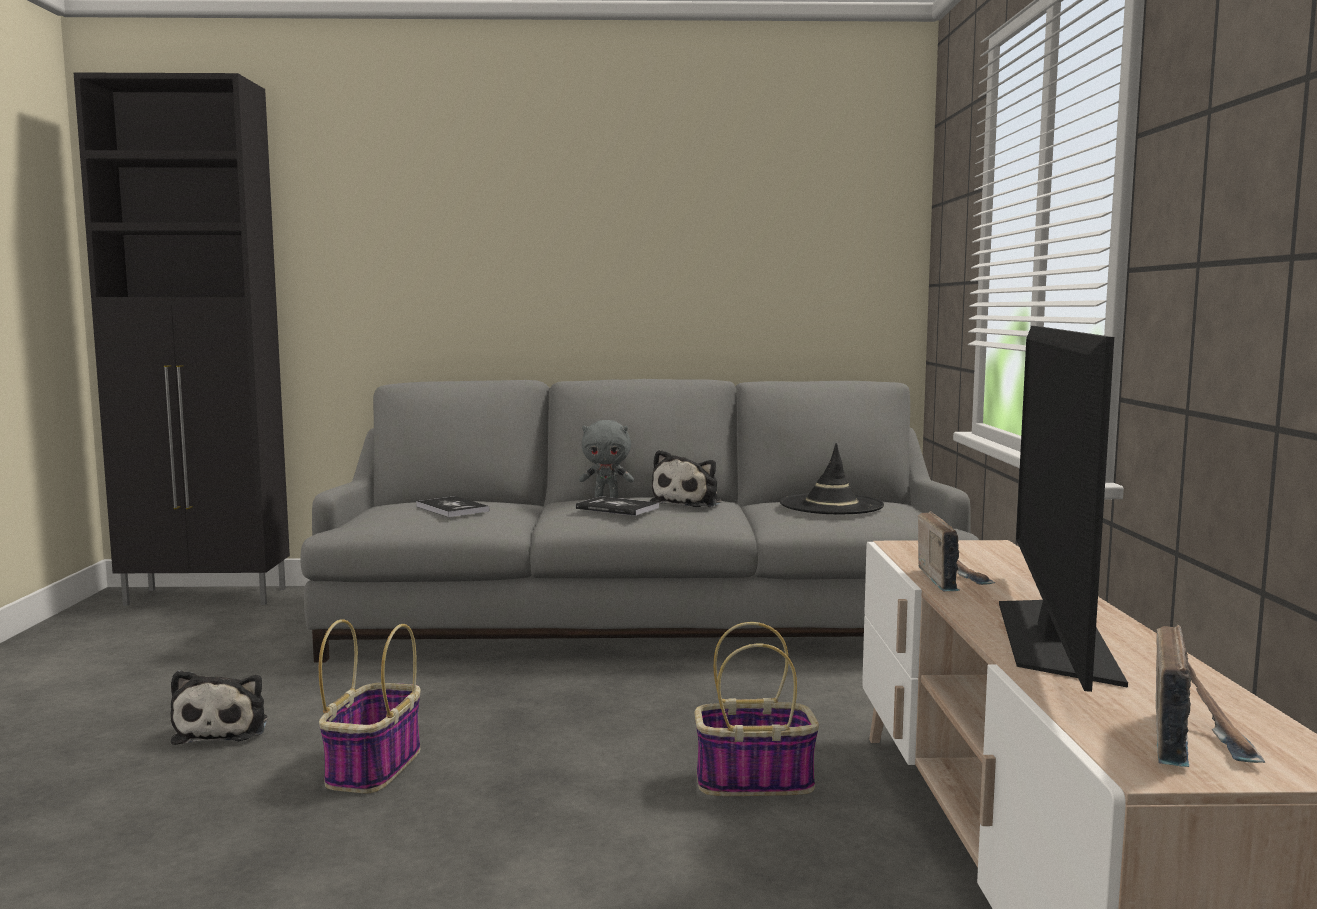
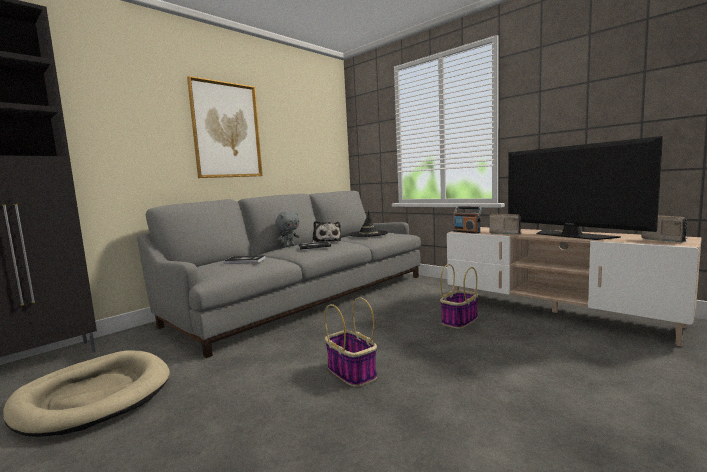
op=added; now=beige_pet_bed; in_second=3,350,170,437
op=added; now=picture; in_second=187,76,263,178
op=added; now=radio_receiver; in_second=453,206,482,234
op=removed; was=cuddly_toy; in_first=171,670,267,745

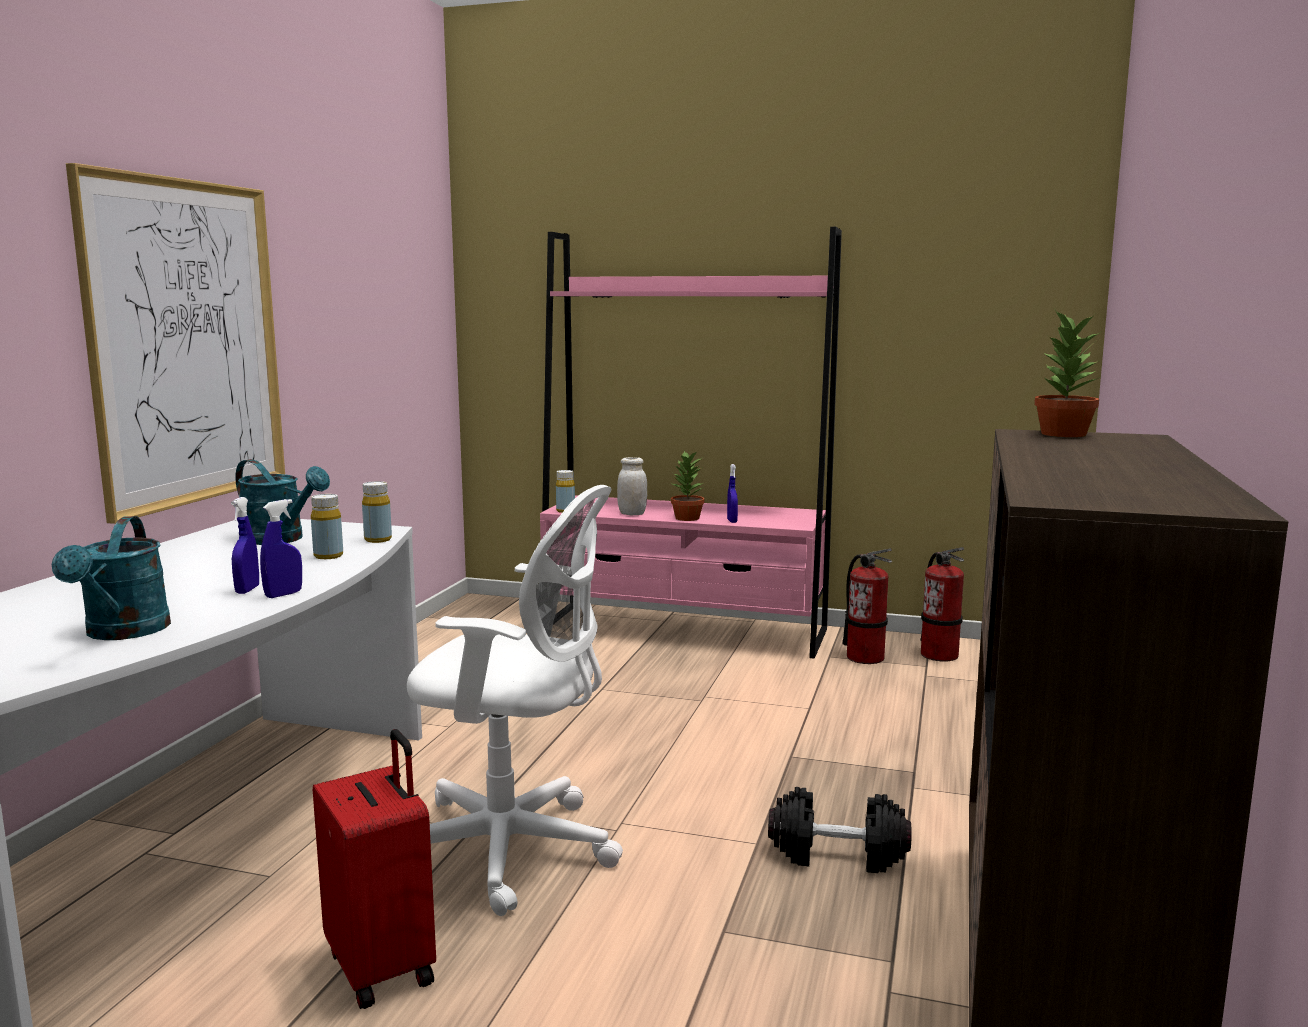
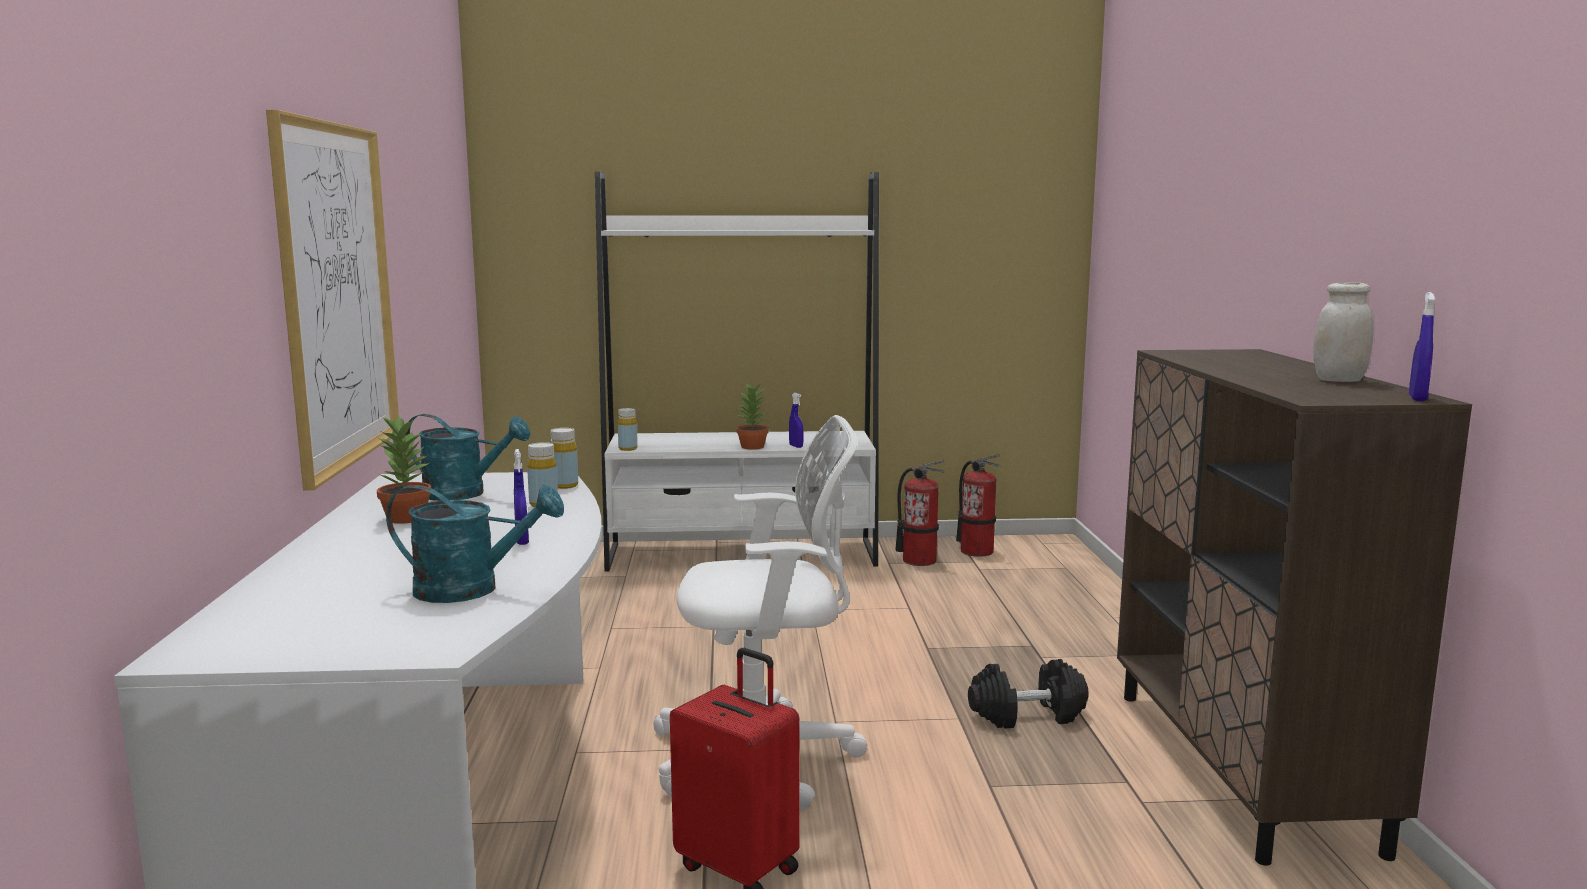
op=moved; was=houseplant; in_first=1034,310,1102,437; in_second=377,416,431,524
op=turned; was=turquoise-coloured_watering_pot; in_first=52,516,171,640; in_second=386,485,564,603; clockwise=-60
op=recoloured; was=pink-coloured_bookcase; now=whitish_bookcase; in_first=540,227,842,659; in_second=595,171,879,572
op=moved; was=whitish_storage_jar; in_first=617,457,647,515; in_second=1313,283,1374,382
op=moved; was=bluish_spray_bottle; in_first=260,499,302,598; in_second=1409,292,1435,401

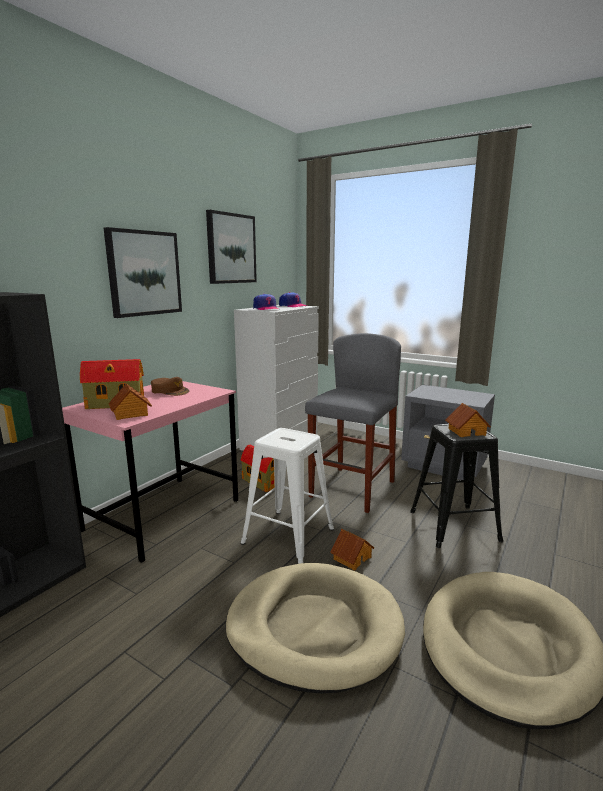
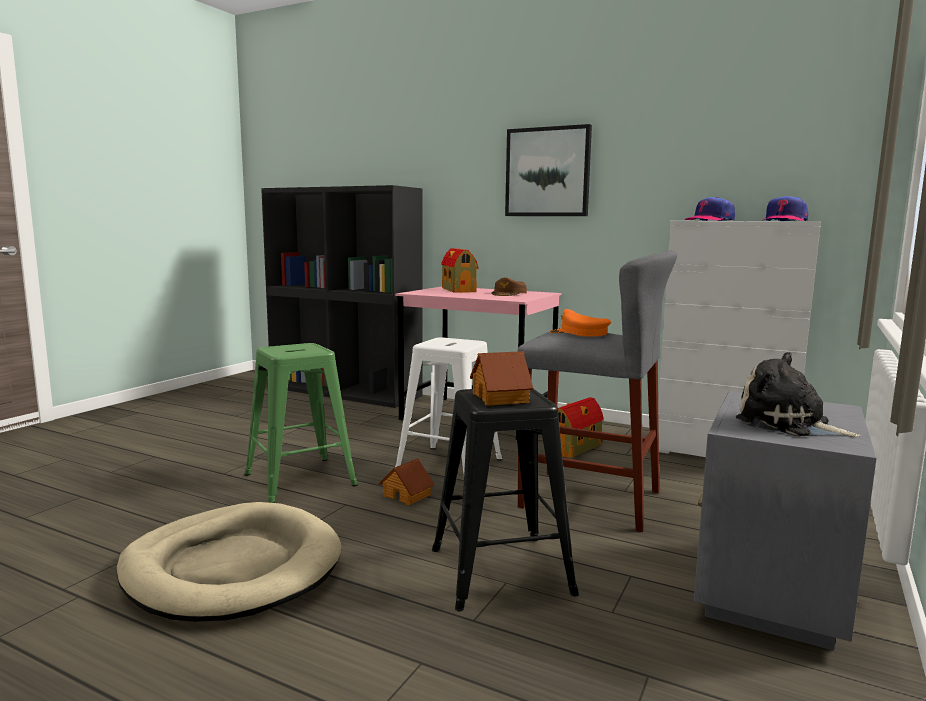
op=replaced; was=beige_pet_bed; now=green_sitting_stool; in_first=225,563,405,693; in_second=244,343,358,503
op=added; now=orange-coloured_peaked_cap; in_second=549,309,612,337
op=added; now=cuddly_toy; in_second=736,352,861,437
op=removed; was=model_house; in_first=109,383,152,420
op=removed; was=picture; in_first=206,210,257,284

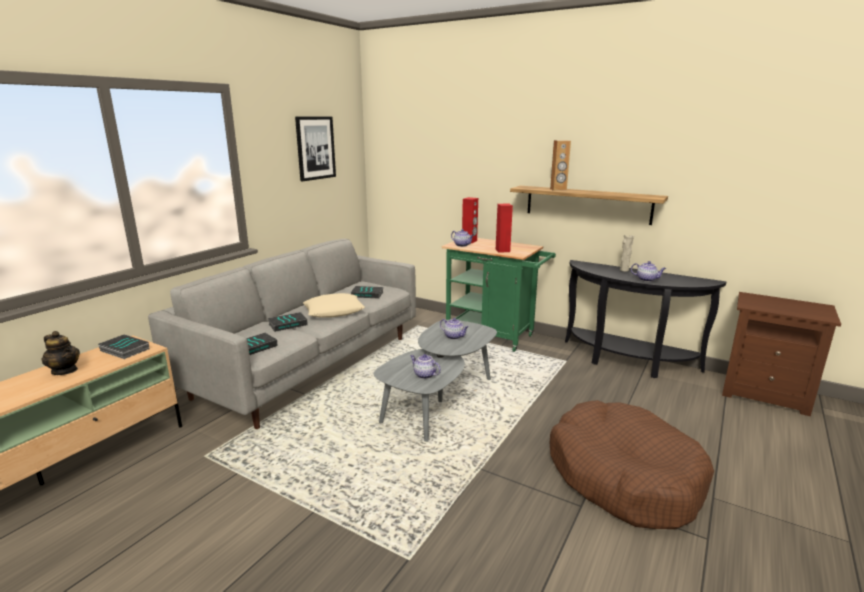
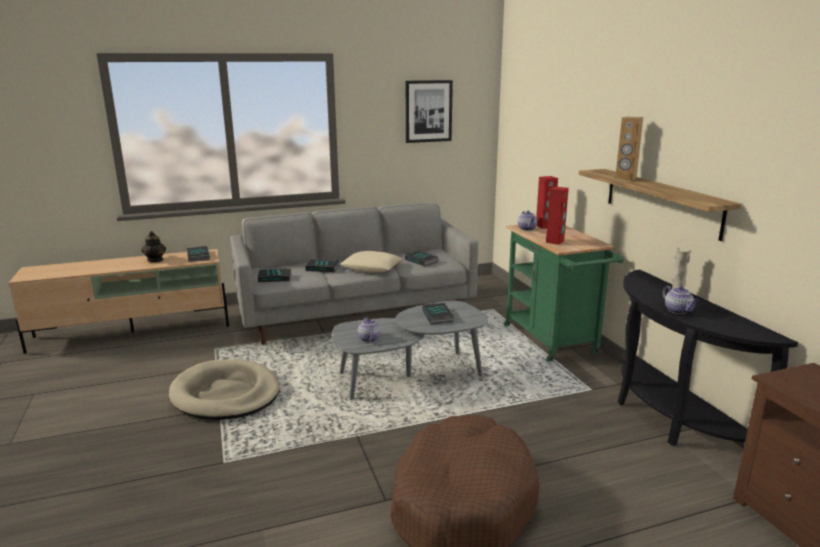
op=added; now=beige_pet_bed; in_second=169,359,280,420
op=replaced; was=teapot; now=book; in_first=440,318,469,339; in_second=422,303,454,324

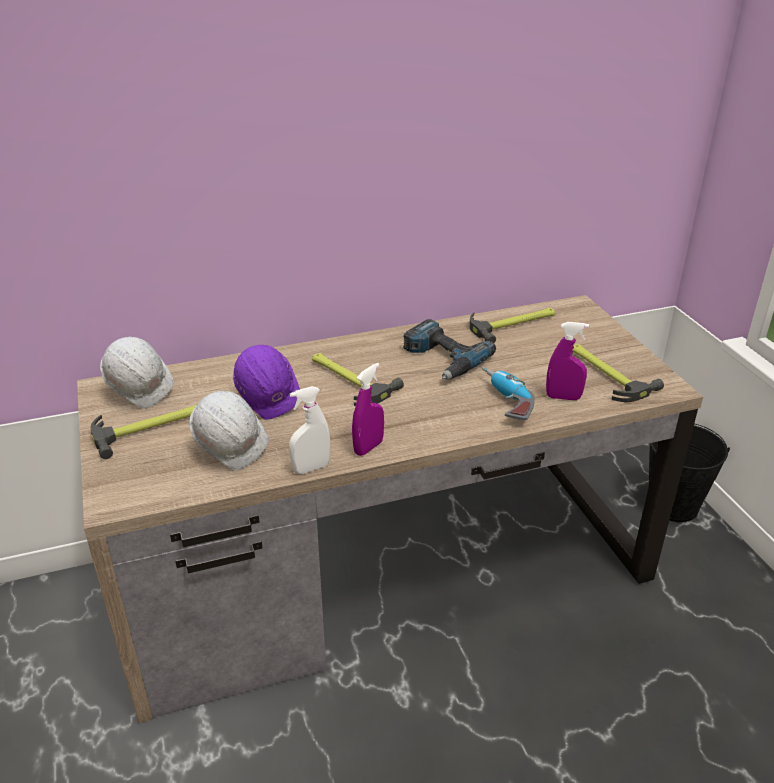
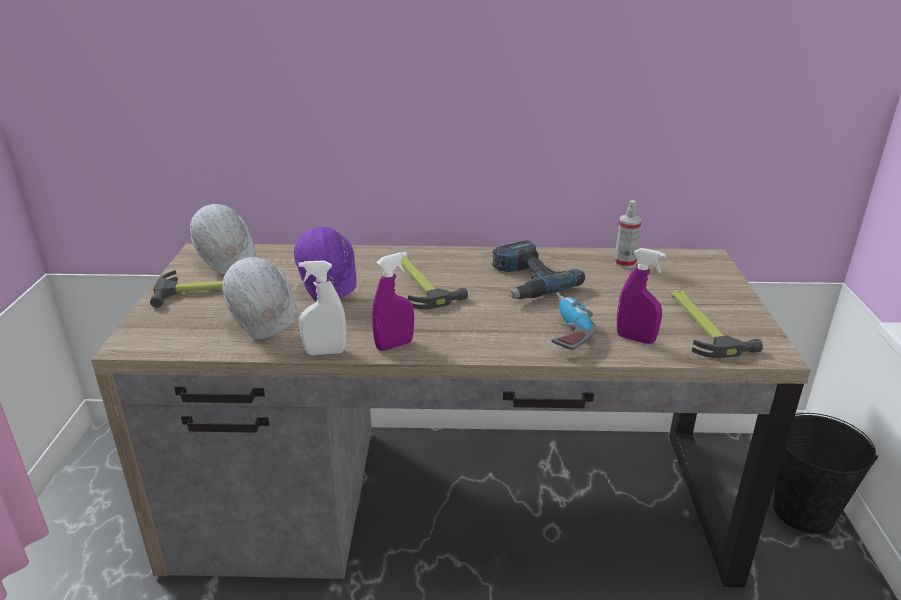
op=replaced; was=hammer; now=spray_bottle; in_first=469,308,555,343; in_second=614,200,642,268

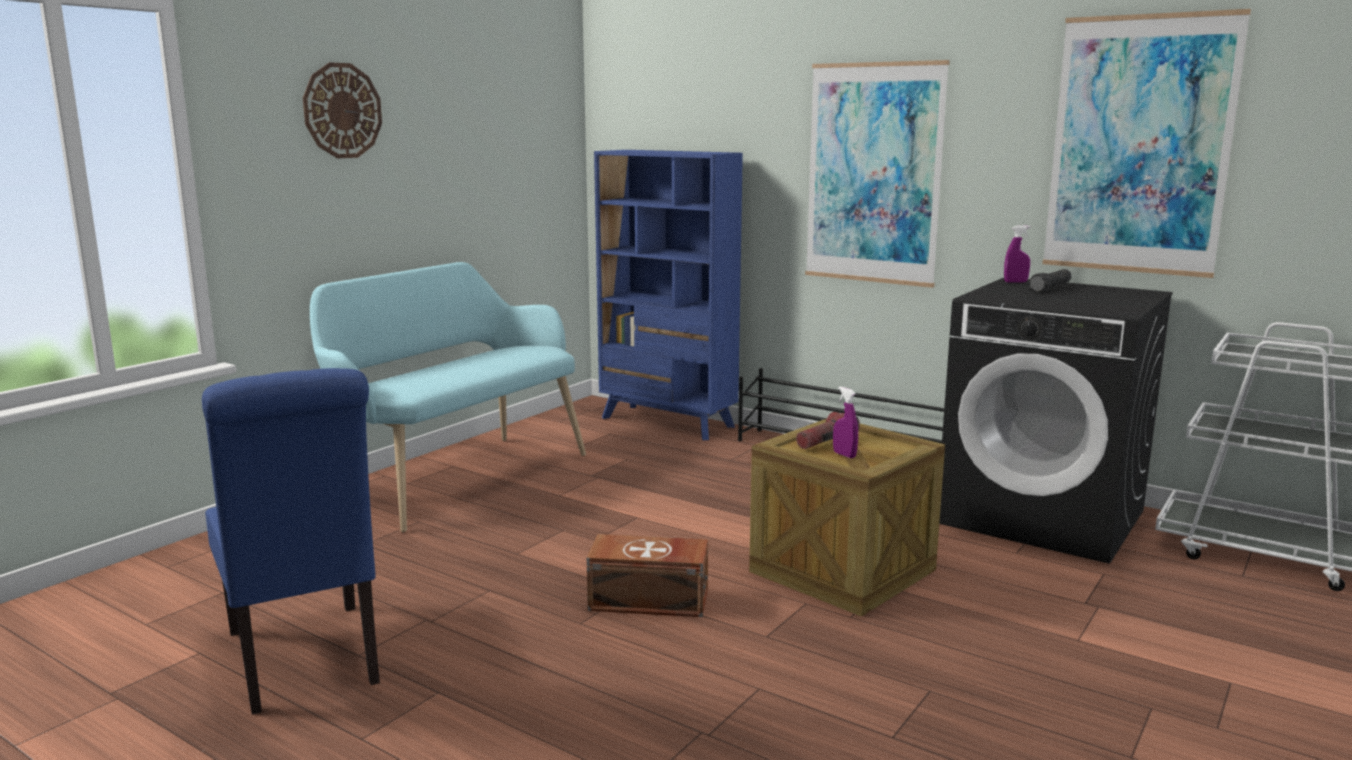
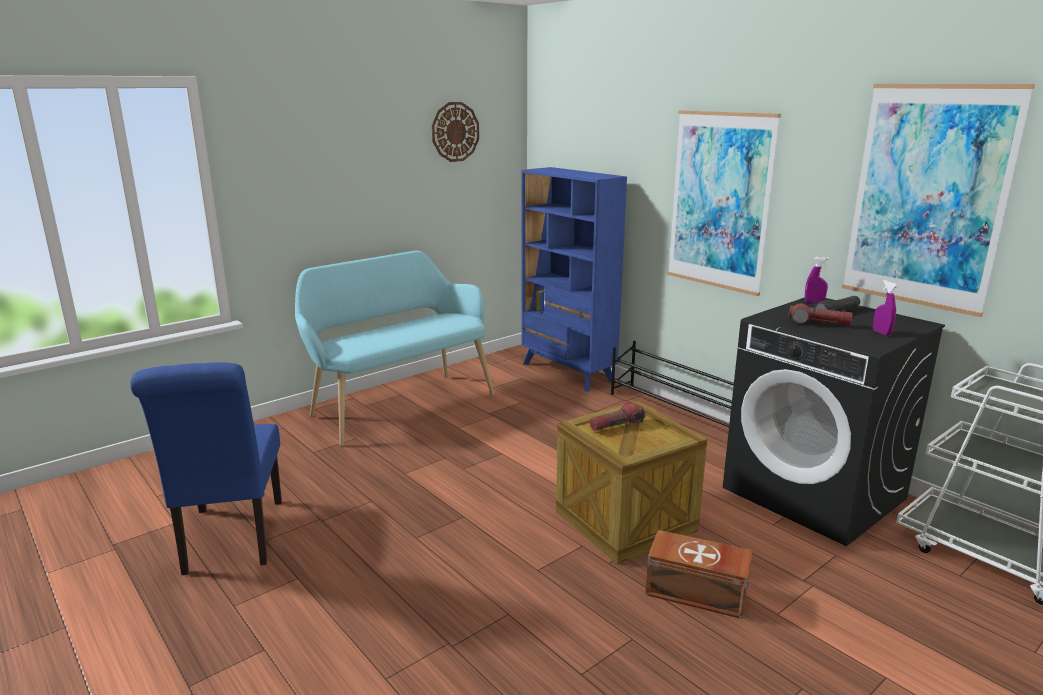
op=moved; was=wall_clock; in_first=303,62,382,158; in_second=432,102,479,162
op=moved; was=brown_storage_bin; in_first=587,534,708,617; in_second=645,530,752,619
op=added; now=flashlight; in_second=789,302,853,326
op=moved; was=purplish_spray_bottle; in_first=833,386,858,458; in_second=873,280,897,336

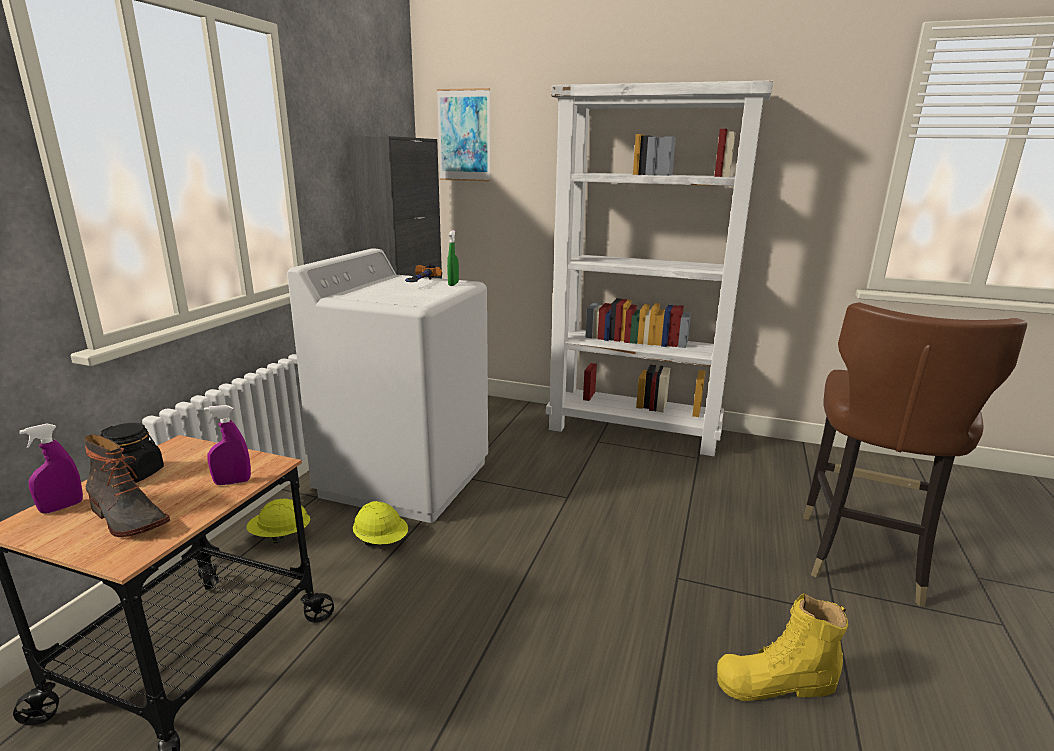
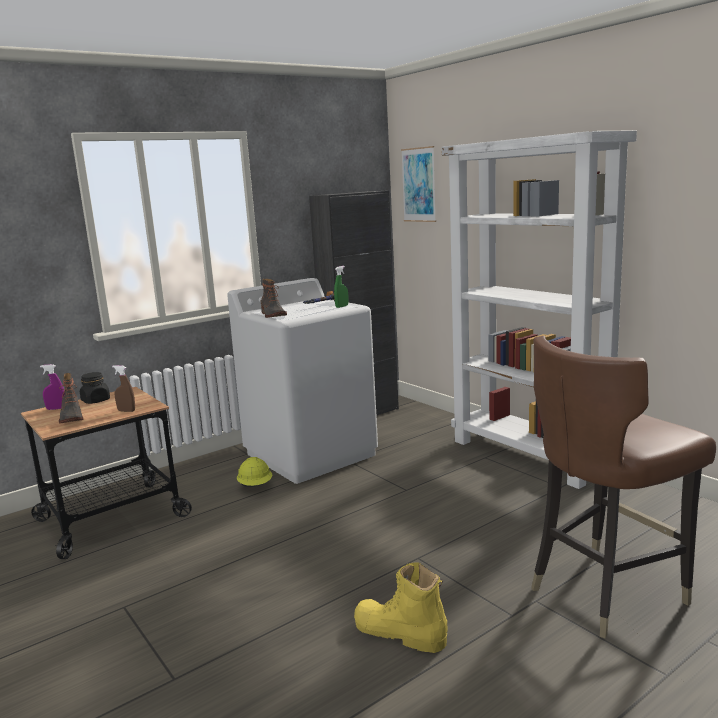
op=recoloured; was=purplish_spray_bottle; now=brown_spray_bottle; in_first=204,405,251,485; in_second=112,365,135,412
op=added; now=tall_boot; in_second=261,279,287,318
op=removed; was=yellow-coloured_safety_helmet; in_first=246,499,310,543

